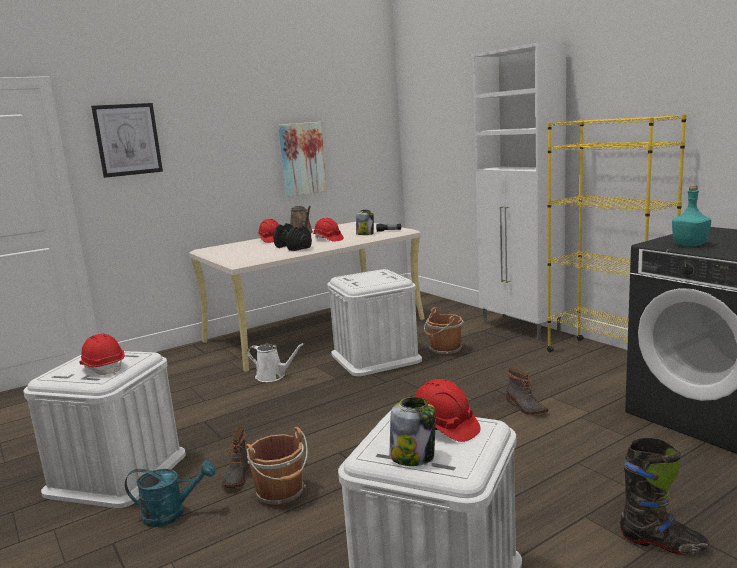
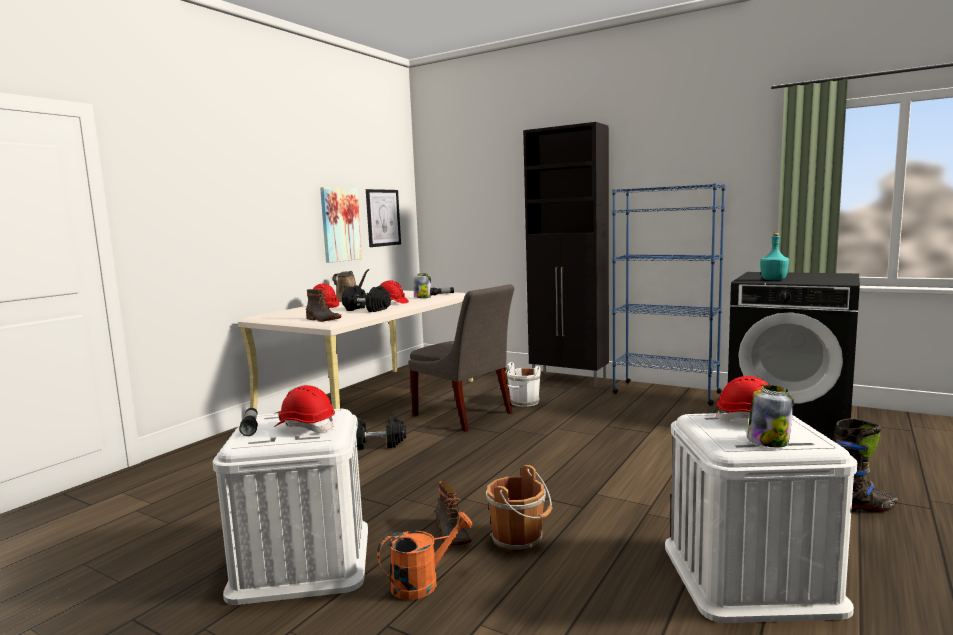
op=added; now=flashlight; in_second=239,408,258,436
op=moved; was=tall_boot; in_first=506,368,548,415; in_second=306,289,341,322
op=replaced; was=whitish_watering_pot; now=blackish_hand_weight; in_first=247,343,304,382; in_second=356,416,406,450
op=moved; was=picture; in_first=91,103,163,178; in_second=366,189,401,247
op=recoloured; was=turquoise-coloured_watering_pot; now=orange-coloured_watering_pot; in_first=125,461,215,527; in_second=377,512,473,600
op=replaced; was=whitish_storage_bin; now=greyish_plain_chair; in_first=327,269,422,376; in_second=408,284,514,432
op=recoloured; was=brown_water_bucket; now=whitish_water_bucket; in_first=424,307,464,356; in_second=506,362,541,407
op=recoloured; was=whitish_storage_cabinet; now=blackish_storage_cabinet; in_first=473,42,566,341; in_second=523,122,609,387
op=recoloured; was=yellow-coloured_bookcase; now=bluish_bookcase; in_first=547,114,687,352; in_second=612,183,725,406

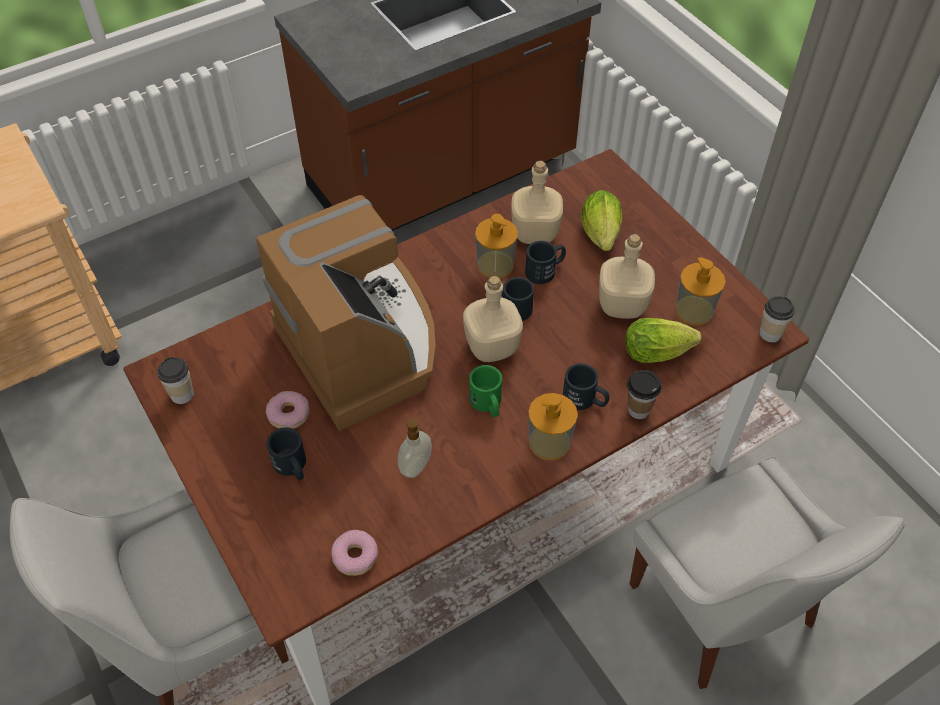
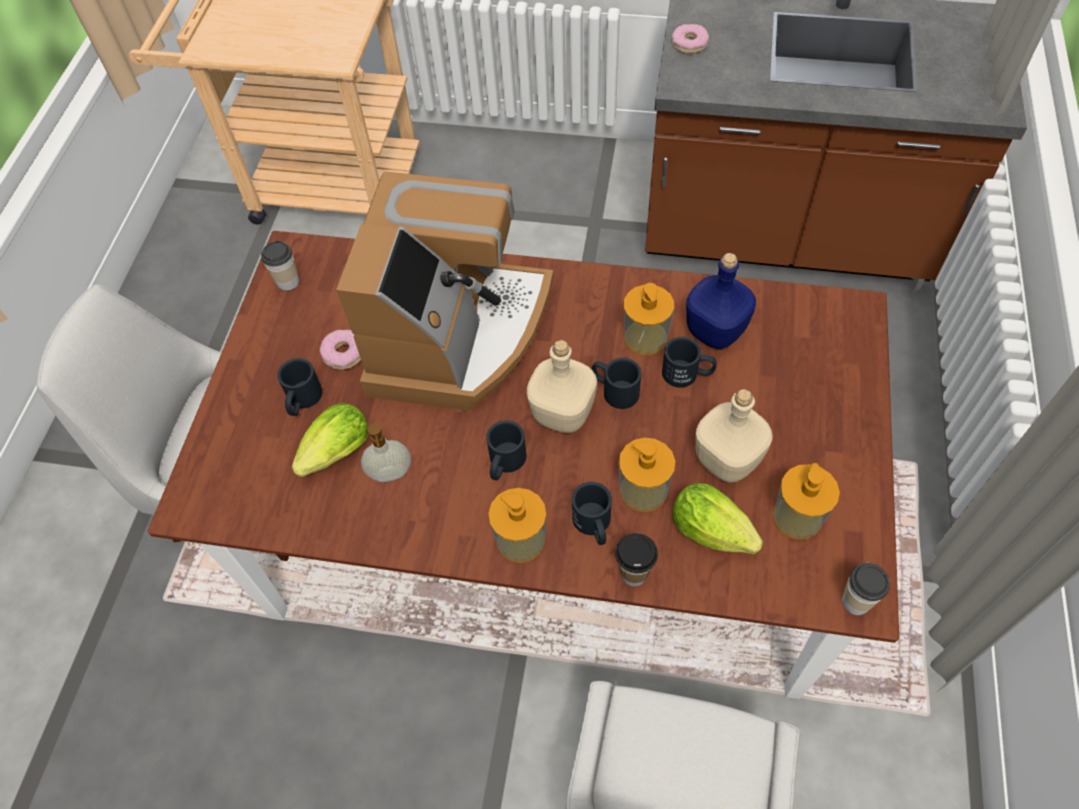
op=moved; was=lettuce; in_first=581,190,622,251; in_second=292,403,368,477
op=recoloured; was=green_tea_mug; now=blackish_tea_mug; in_first=469,365,502,417; in_second=486,420,526,480
op=added; now=soap_dispenser; in_second=619,438,675,512
op=moved; was=ring_doughnut; in_first=331,530,378,576; in_second=672,24,709,54
op=recoloured; was=beige_drink_bottle; now=bluish_drink_bottle; in_first=511,161,563,244; in_second=686,253,756,349

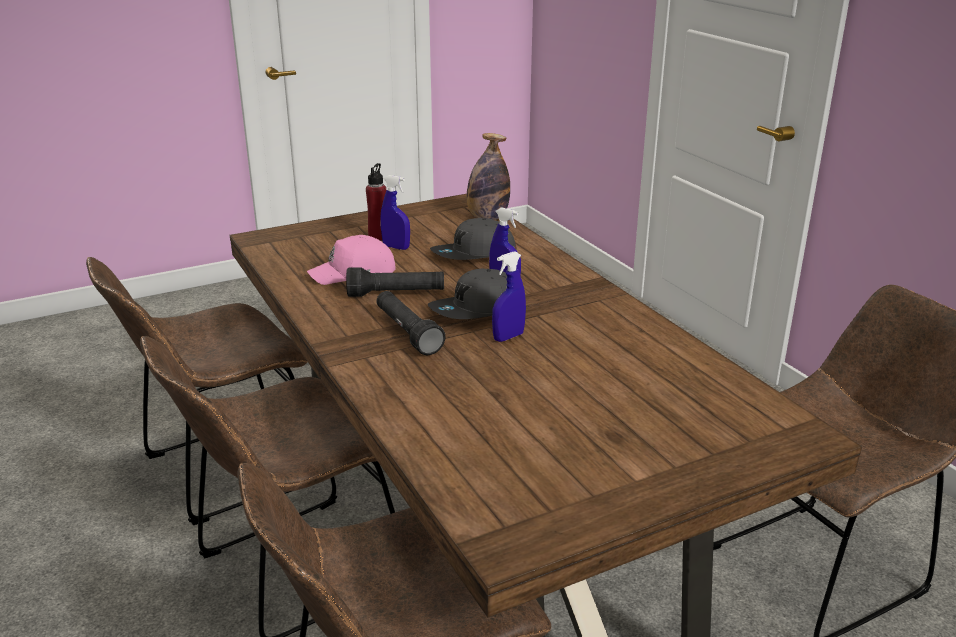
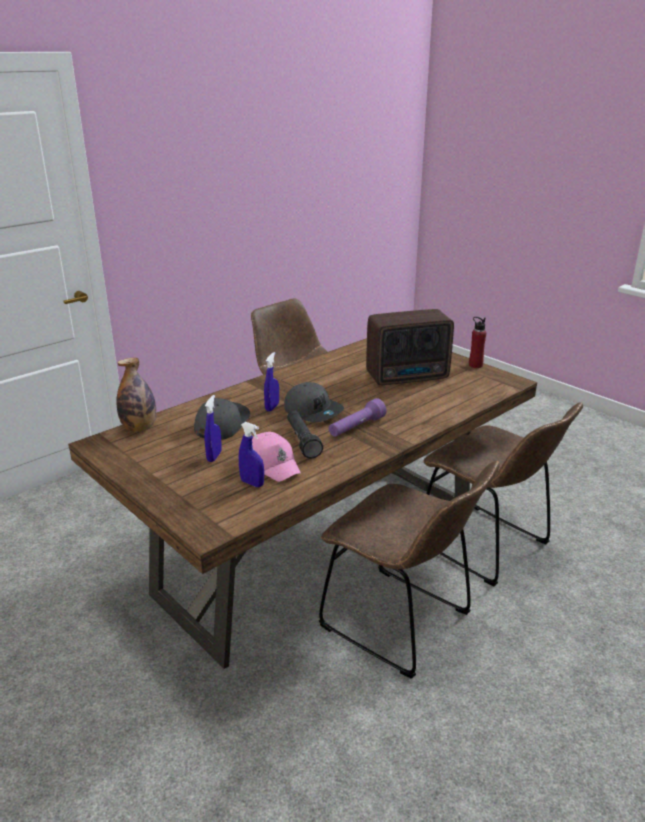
op=turned; was=greyish_peaked_cap; in_first=430,218,516,260; in_second=194,398,250,440; clockwise=-120
op=moved; was=bluish_spray_bottle; in_first=492,251,526,342; in_second=239,422,264,487
op=recoloured; was=blackish_flashlight; now=purplish_flashlight; in_first=376,291,446,355; in_second=329,398,387,437
op=added; now=radio_receiver; in_second=366,309,454,385
op=moved; was=red-coloured_drink_bottle; in_first=366,163,386,241; in_second=469,317,486,368
op=removed; was=brown_plain_chair; in_first=86,257,307,525

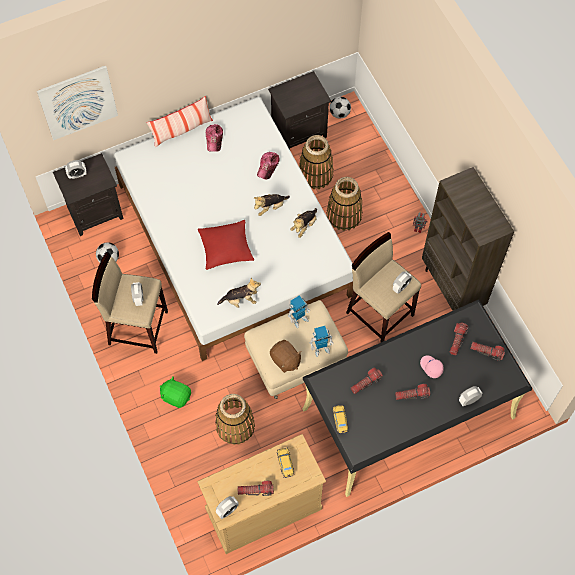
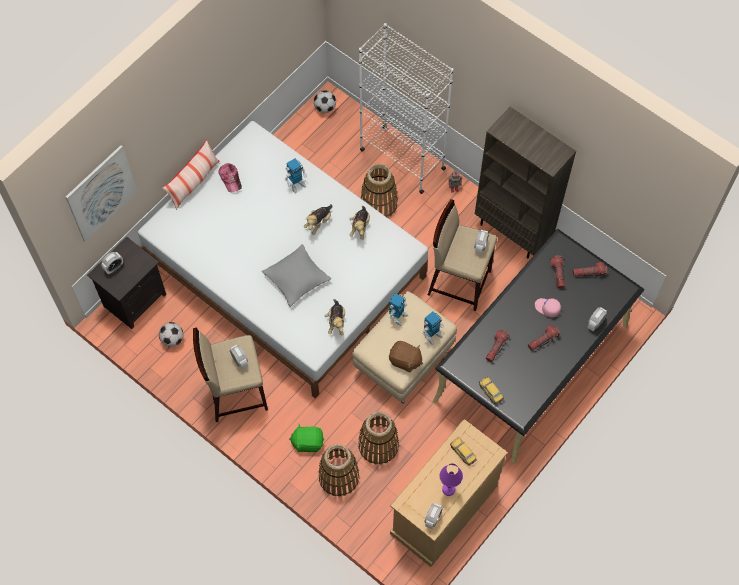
op=recoloured; was=red-coloured_cushion; now=greyish_cushion; in_first=198,220,254,270; in_second=262,244,331,307
op=replaced; was=peaked_cap; now=model_robot; in_first=257,152,280,179; in_second=285,158,307,193
op=moved; was=storage_basket; in_first=299,135,334,189; in_second=318,444,360,497
op=turned; was=cuddly_toy; in_first=217,278,261,308; in_second=325,299,345,336; clockwise=120
op=added; now=whitish_bookcase; in_second=359,23,454,194
op=replaced; was=flashlight; now=purplish_tabletop_lamp; in_first=237,481,274,496; in_second=439,463,463,496
op=removed; was=blackish_bedside_table; in_first=268,71,331,150

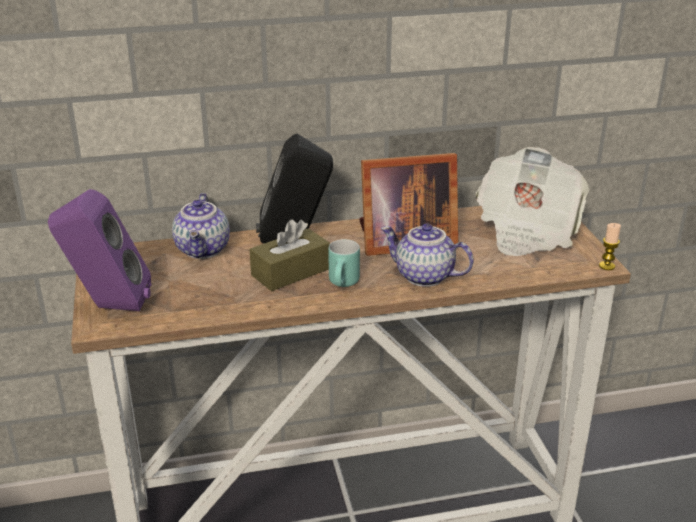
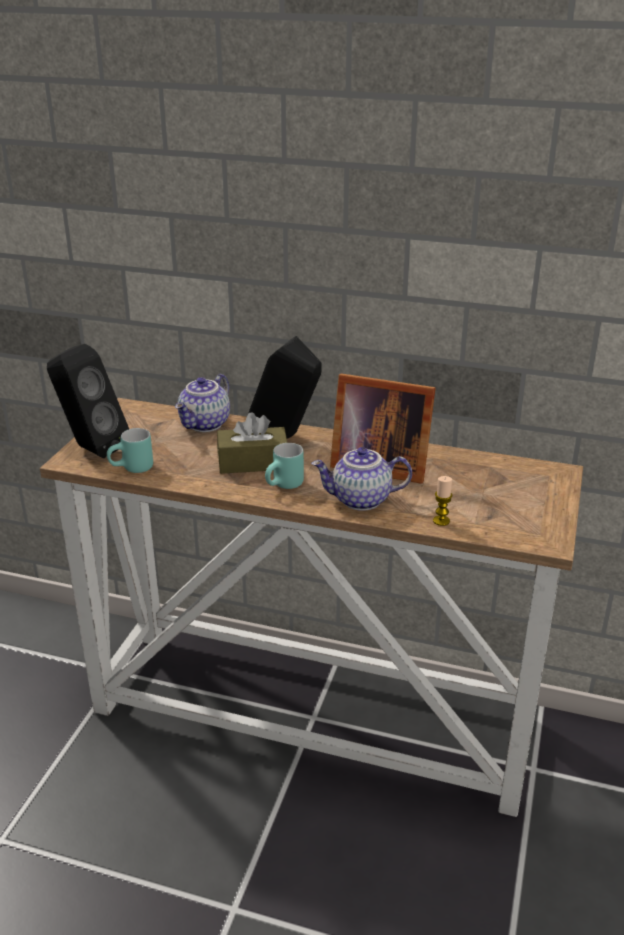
op=recoloured; was=purplish_audio_speaker; now=blackish_audio_speaker; in_first=48,189,151,311; in_second=47,344,129,458
op=added; now=turquoise-coloured_tea_mug; in_second=107,428,153,473
op=turned; was=teapot; in_first=381,224,474,287; in_second=311,447,412,511; clockwise=-60
op=moved; was=wax_candle; in_first=599,223,621,270; in_second=433,476,453,526
op=removed; was=newspaper; in_first=476,147,589,256

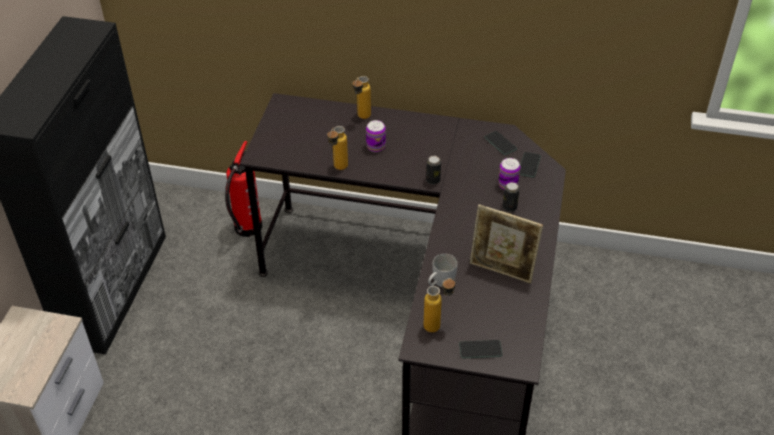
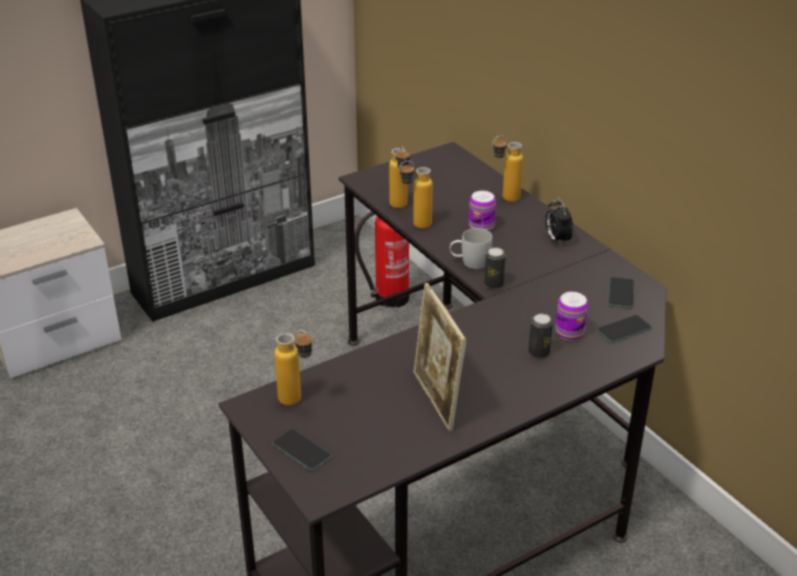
op=added; now=drink_bottle; in_second=389,146,410,208
op=moved; was=whitish_tea_mug; in_first=428,254,457,287; in_second=450,228,492,269
op=added; now=alarm_clock; in_second=545,198,573,247

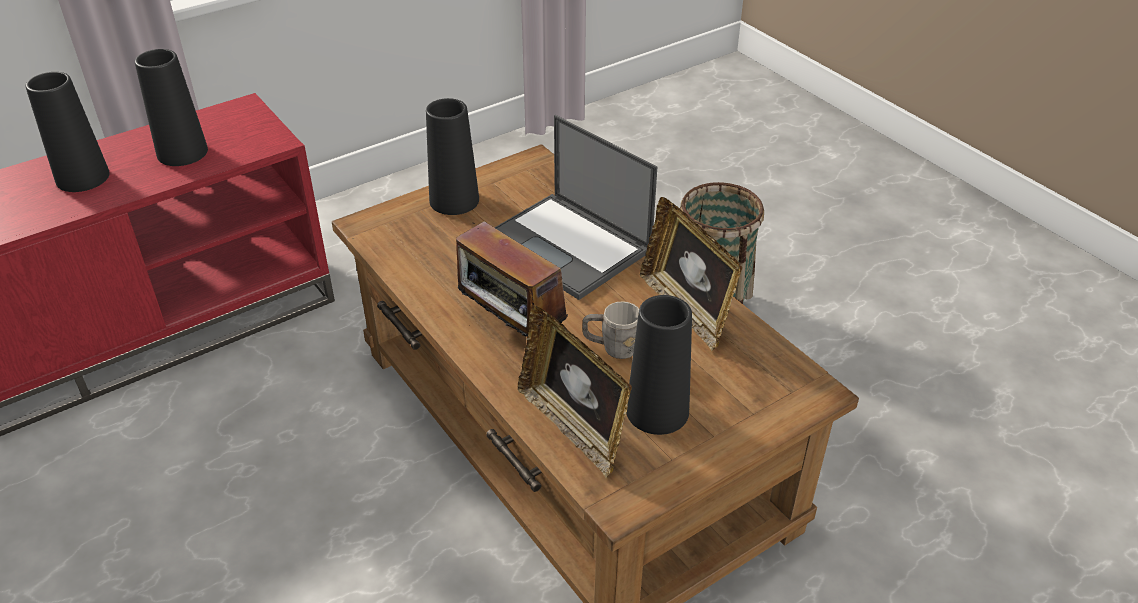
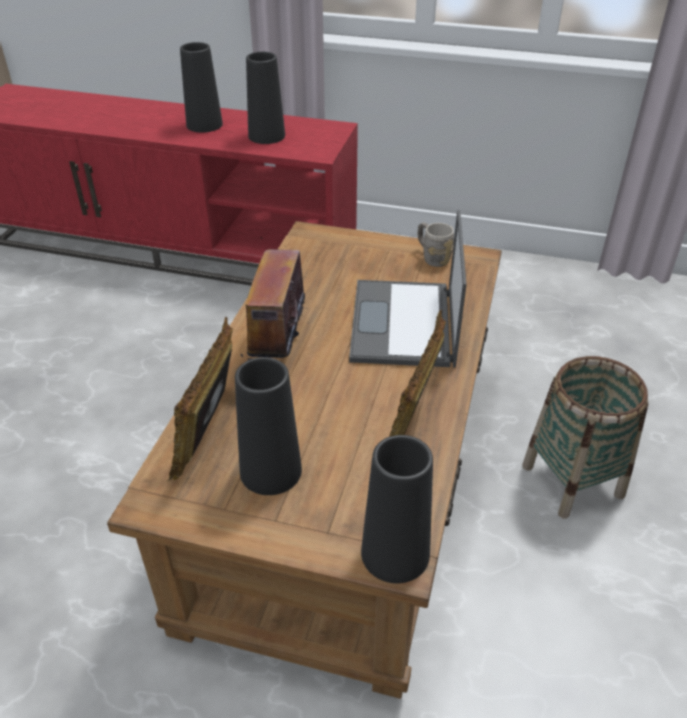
op=moved; was=blackish_decorative_vase; in_first=426,98,479,215; in_second=361,435,433,583
op=moved; was=greyish_tea_mug; in_first=582,302,639,359; in_second=418,222,454,267

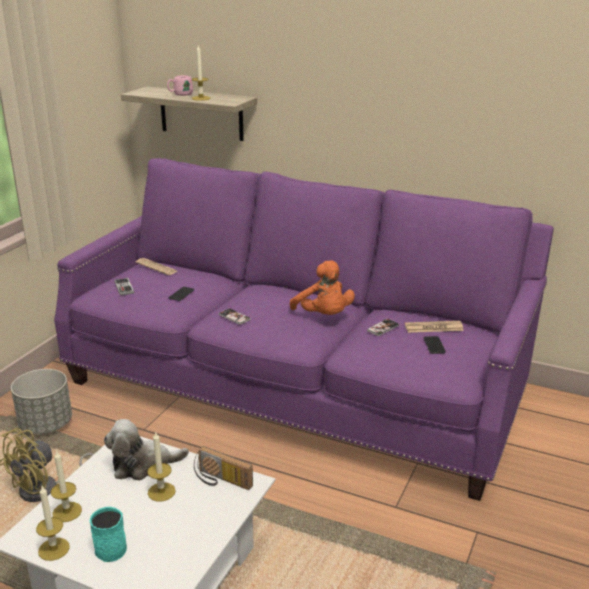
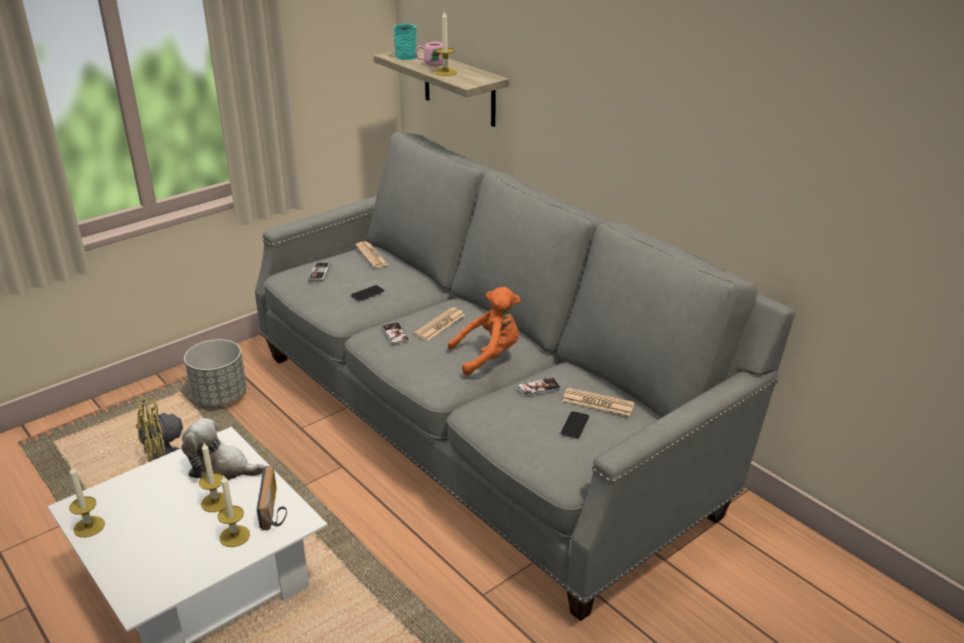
op=moved; was=wax_candle; in_first=51,450,82,522; in_second=218,475,250,547
op=recoloured; was=purplish_couch; now=greyish_couch; in_first=54,158,554,501; in_second=255,132,795,621
op=turned; was=radio_receiver; in_first=194,446,253,490; in_second=257,466,287,530; clockwise=-150
op=moved; was=turquoise-coloured_tea_mug; in_first=90,507,127,562; in_second=394,24,417,60
op=added; now=newspaper; in_second=414,307,465,341
op=turned; was=orange-coloured_cuddly_toy; in_first=289,260,355,315; in_second=448,287,520,376; clockwise=-105

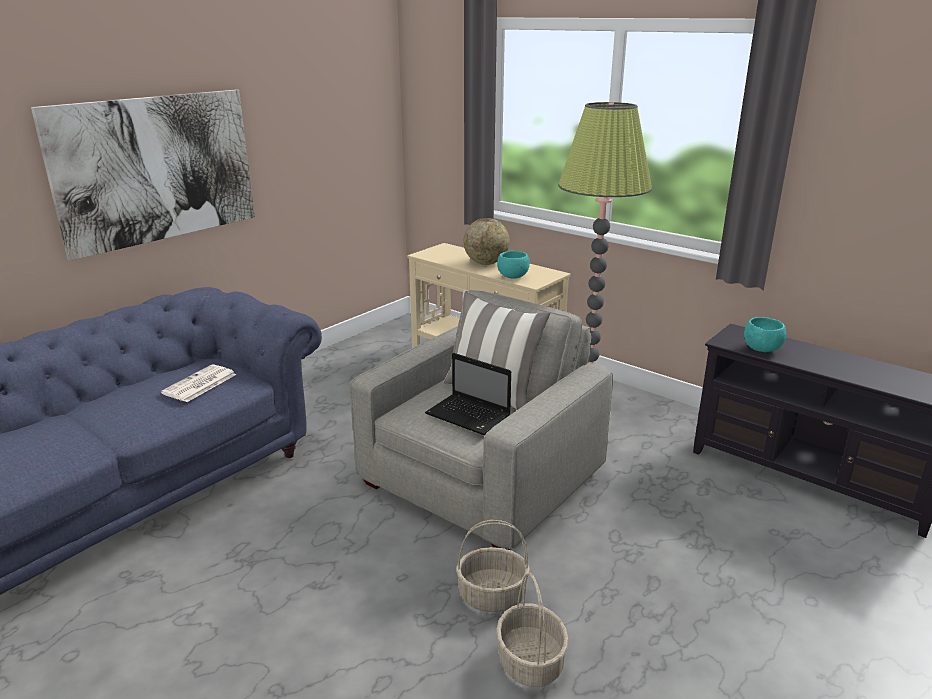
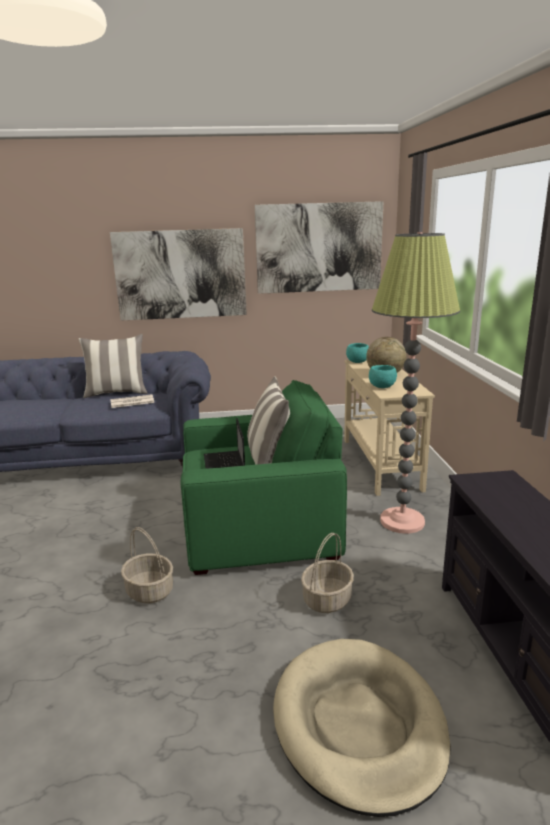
op=added; now=cushion; in_second=79,334,148,398
op=recoloured; was=greyish_easy_chair; now=green_easy_chair; in_first=350,290,613,550; in_second=180,380,347,575
op=added; now=picture; in_second=255,201,383,294
op=added; now=beige_pet_bed; in_second=273,639,451,817
op=moved; was=storage_basket; in_first=496,573,569,687; in_second=301,533,354,613
op=moved; was=turquoise-coloured_bowl; in_first=744,317,786,352; in_second=346,343,369,363

